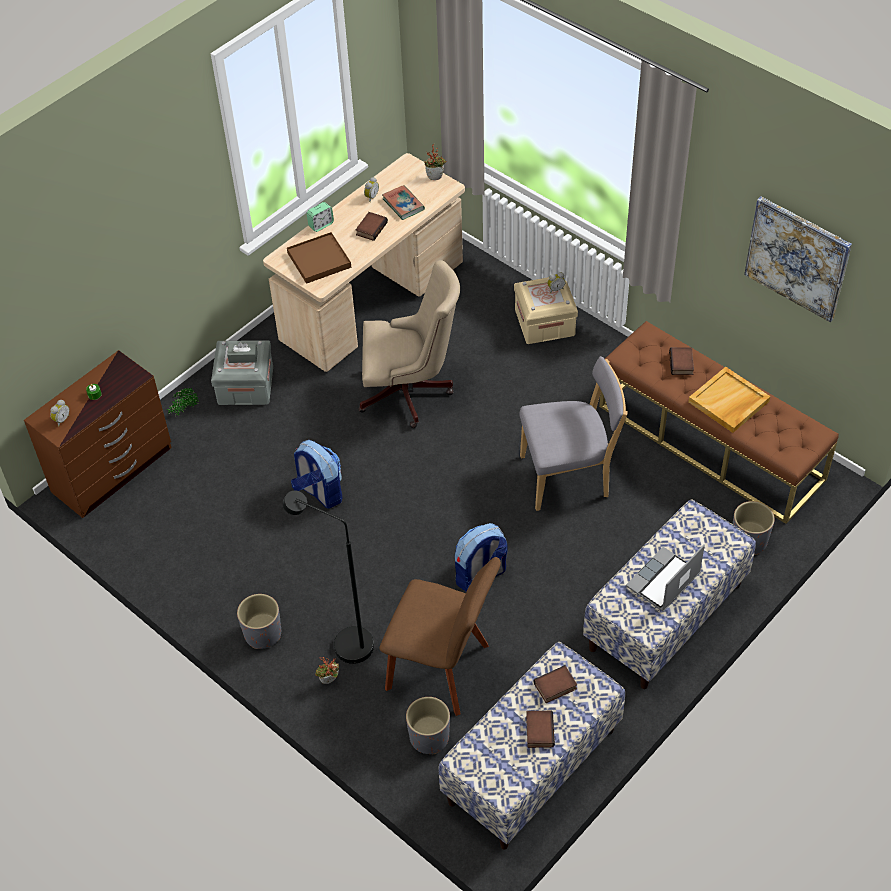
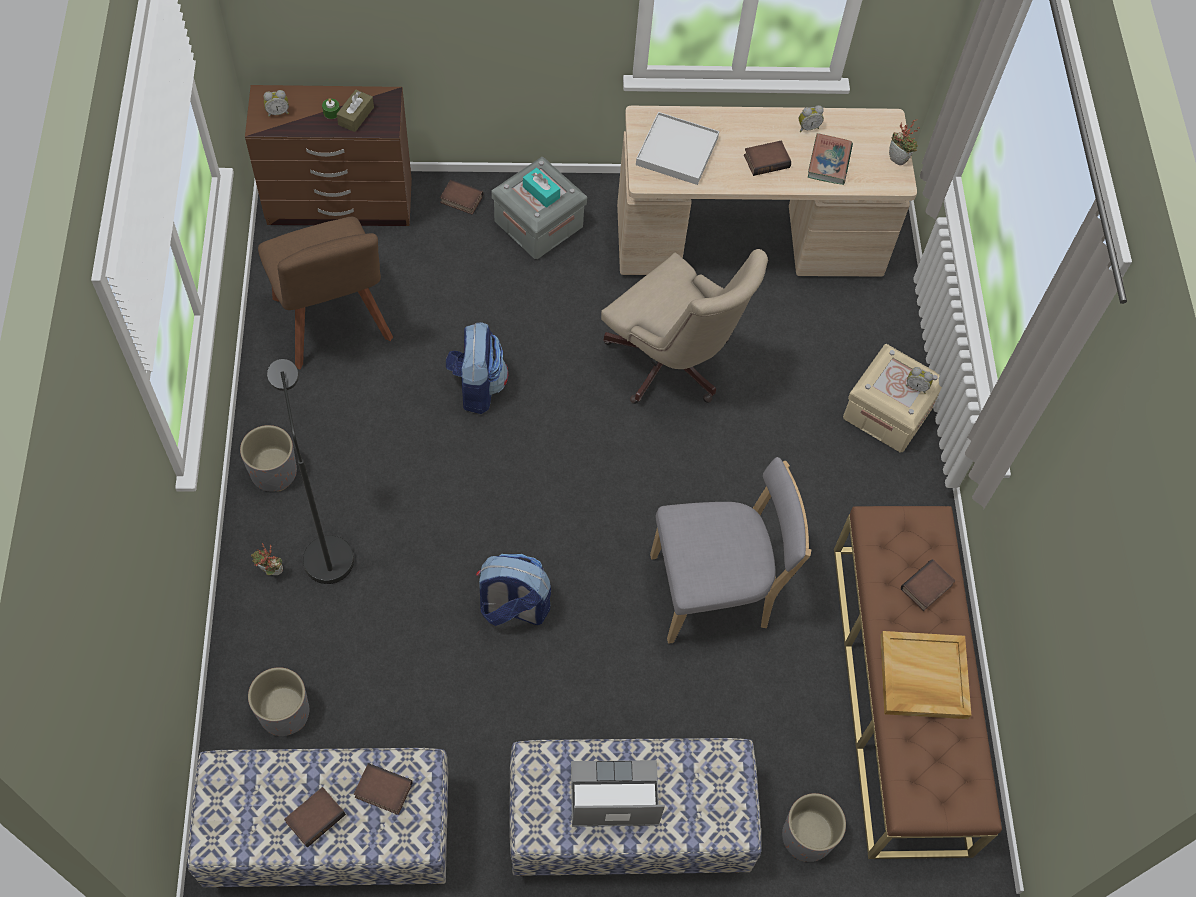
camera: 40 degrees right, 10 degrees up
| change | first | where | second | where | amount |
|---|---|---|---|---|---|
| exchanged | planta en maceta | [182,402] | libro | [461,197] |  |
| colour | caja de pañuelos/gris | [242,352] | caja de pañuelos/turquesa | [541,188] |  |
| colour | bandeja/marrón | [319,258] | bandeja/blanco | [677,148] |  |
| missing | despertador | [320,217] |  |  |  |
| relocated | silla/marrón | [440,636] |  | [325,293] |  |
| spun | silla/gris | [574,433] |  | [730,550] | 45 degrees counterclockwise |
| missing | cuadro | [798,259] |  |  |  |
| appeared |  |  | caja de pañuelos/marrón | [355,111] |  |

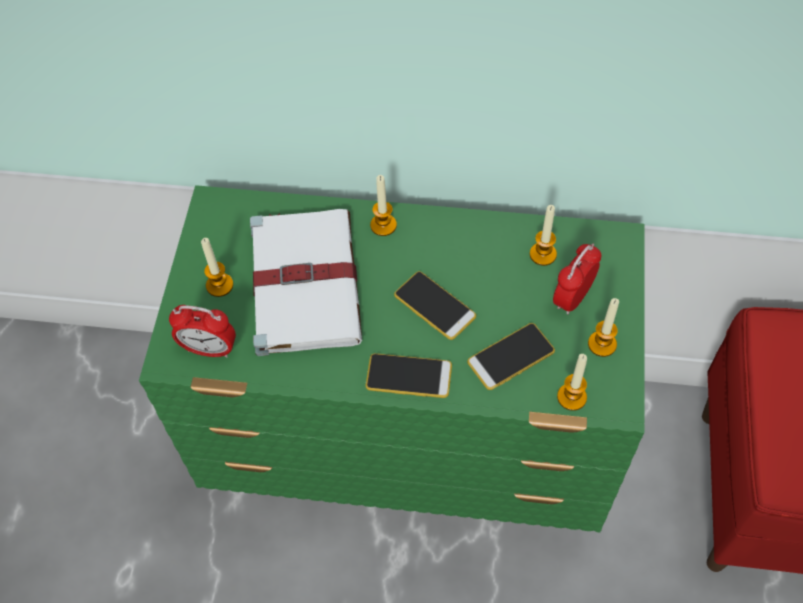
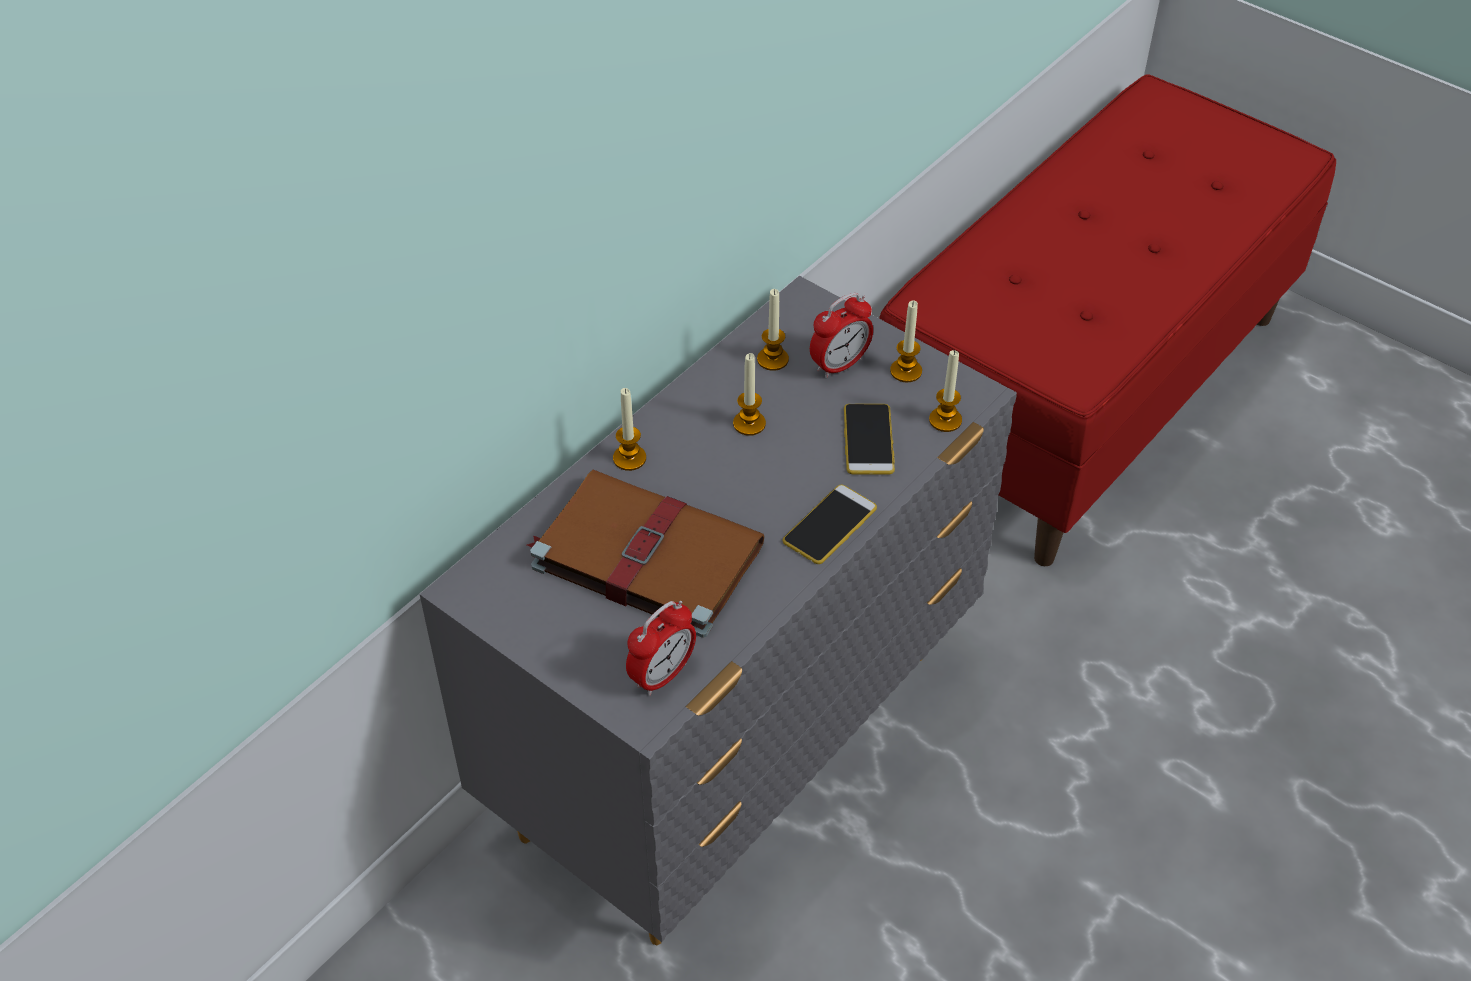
camera: 60 degrees left, 10 degrees down
| change | first | where | second | where | amount |
|---|---|---|---|---|---|
| colour | cómoda/verde | [392,359] | cómoda/gris | [718,610] |  |
| relocated | vela | [217,267] |  | [749,394] |  |
| colour | libro/blanco | [306,282] | libro/marrón | [646,554] |  |
| missing | móvil | [435,305] |  |  |  |
| spun | despertador | [577,279] |  | [841,335] | 105 degrees counterclockwise |

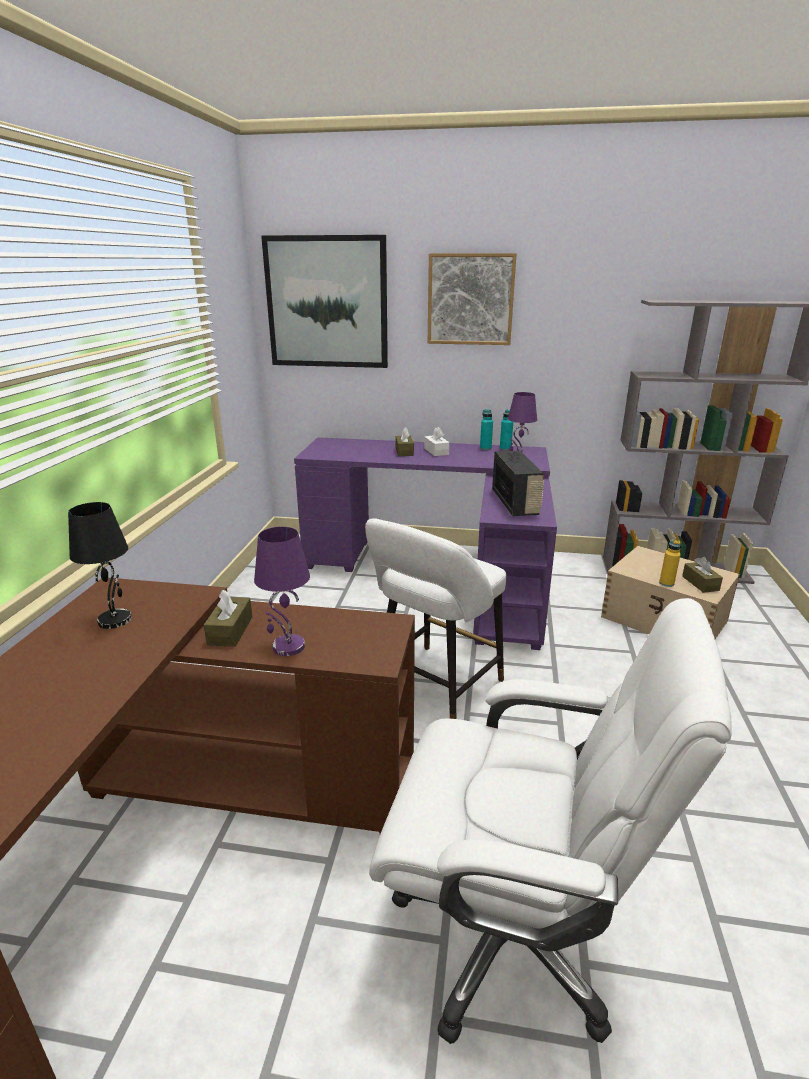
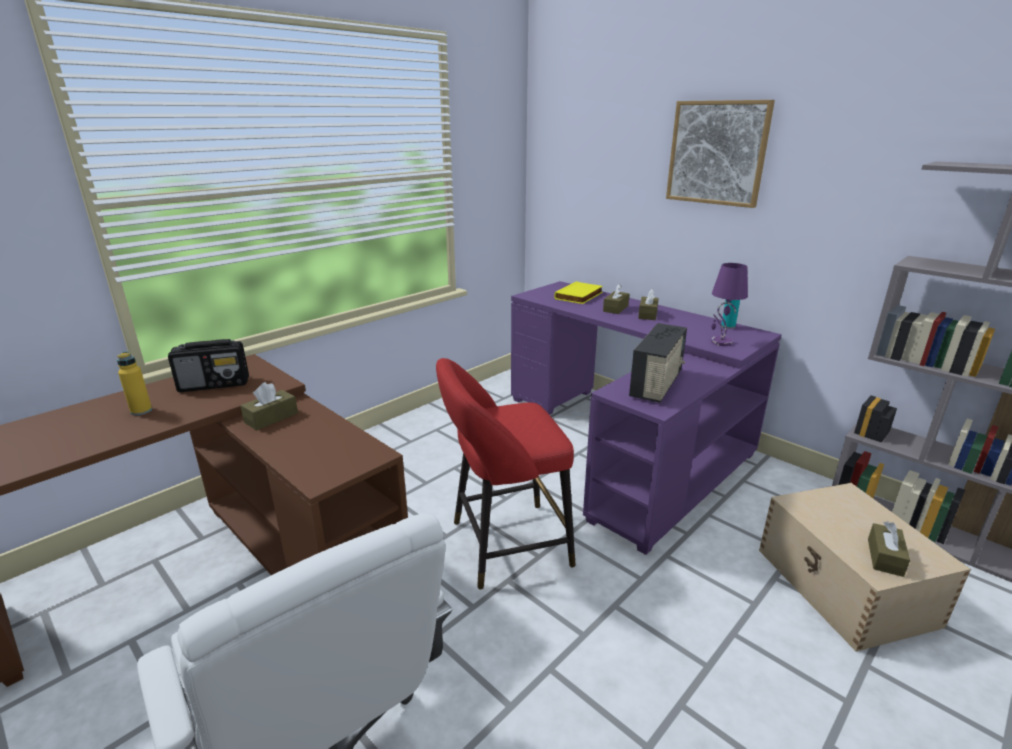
camera: 35 degrees right, 0 degrees up
| change | first | where | second | where | amount |
|---|---|---|---|---|---|
| exchanged | lámpara de mesa/negro | [100,565] | radio | [208,365] |  |
| missing | lámpara de mesa/morado | [282,591] |  |  |  |
| missing | cuadro | [324,301] |  |  |  |
| colour | taburete/blanco | [435,618] | taburete/rojo | [506,474] |  |
| colour | caja de pañuelos/blanco | [437,441] | caja de pañuelos/marrón | [648,304] |  |
| missing | botella/turquesa | [486,429] |  |  |  |
| relocated | botella/amarillo | [670,563] |  | [134,383] |  |
| appeared |  |  | libro/amarillo | [578,292] |  |

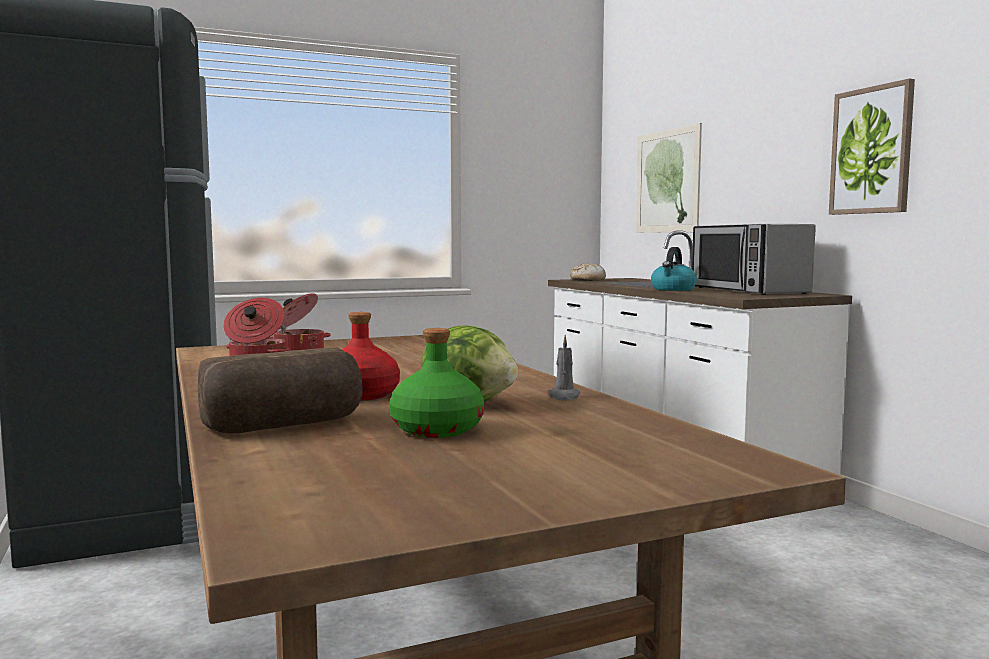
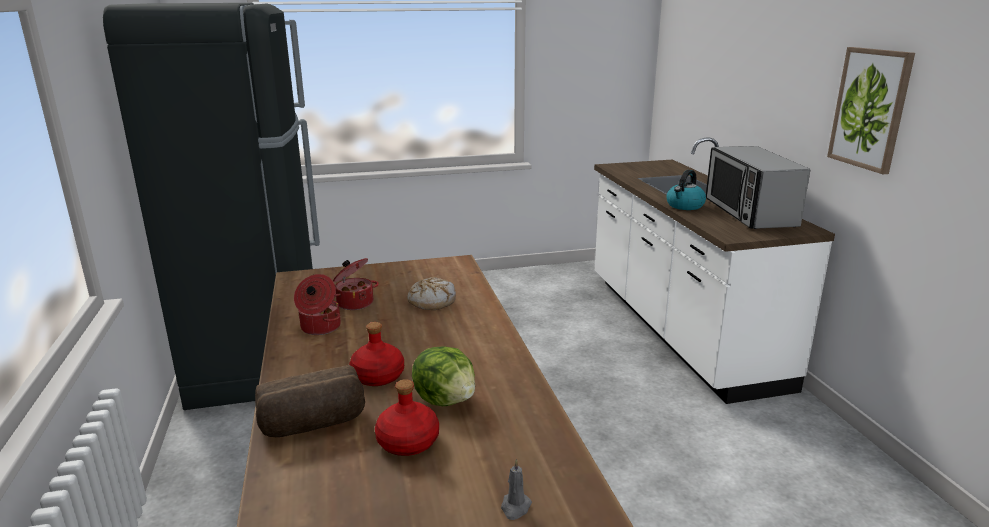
camera: 10 degrees right, 15 degrees up
| change | first | where | second | where | amount |
|---|---|---|---|---|---|
| colour | botella/verde | [436,383] | botella/rojo | [407,417] |  |
| relocated | vela/gris | [565,368] |  | [516,489] |  |
| relocated | pan | [588,272] |  | [431,293] |  |
| missing | cuadro | [669,178] |  |  |  |

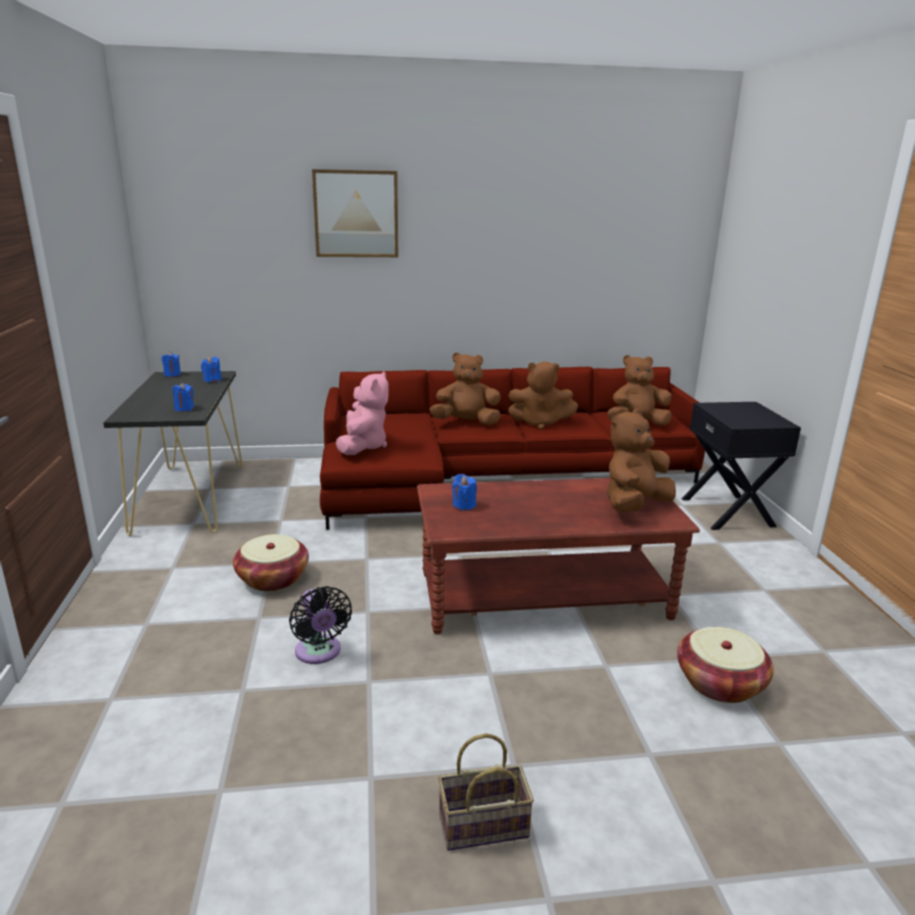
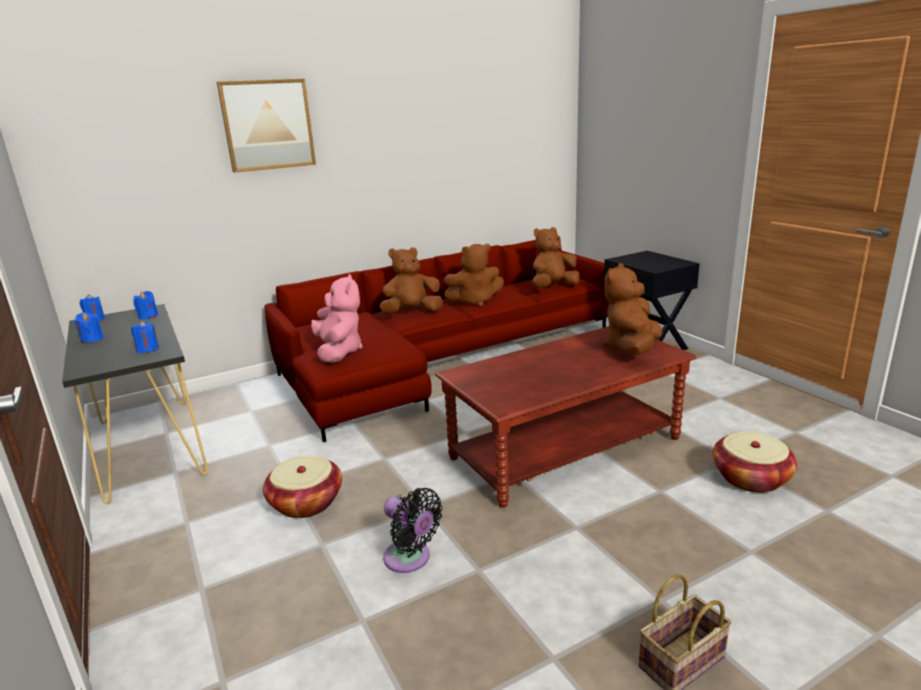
camera: 20 degrees left, 0 degrees up
| change | first | where | second | where | amount |
|---|---|---|---|---|---|
| relocated | vela/azul | [464,492] |  | [89,327] |  |

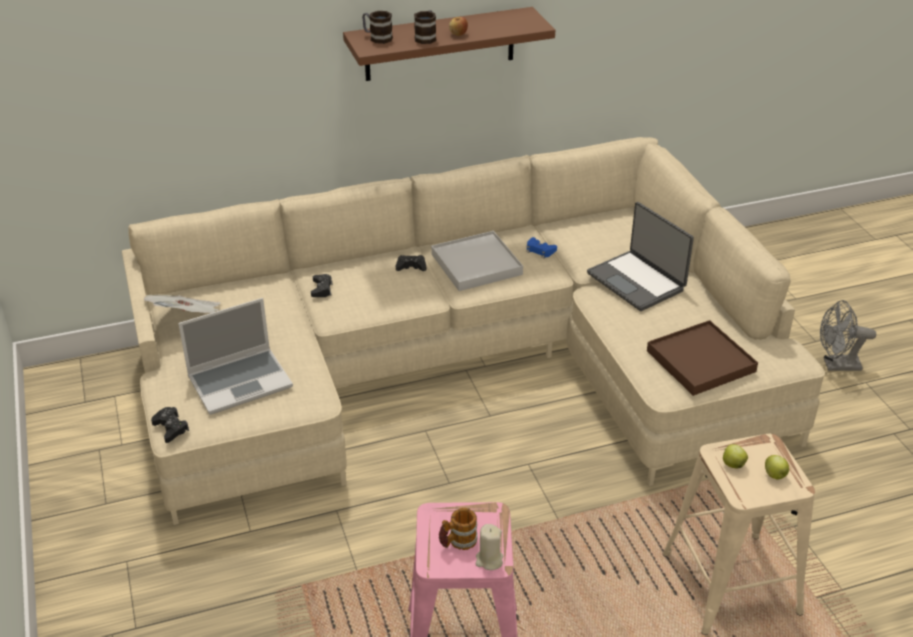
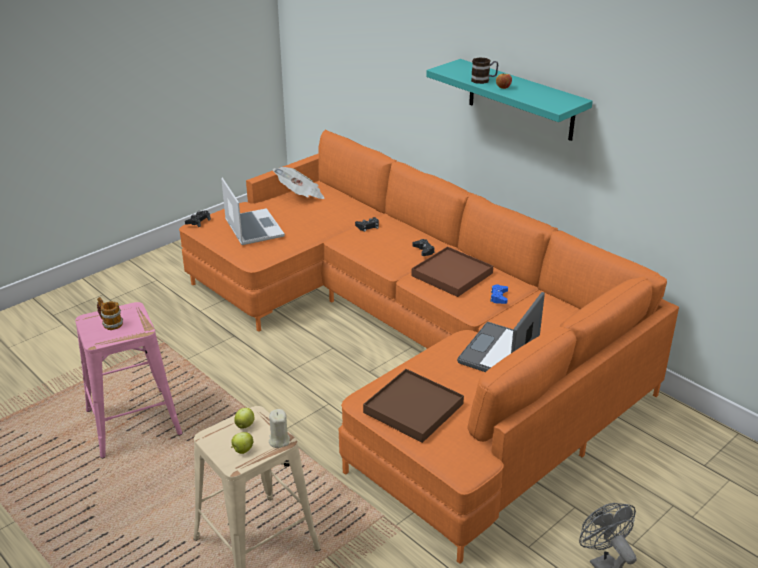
camera: 65 degrees right, 5 degrees down
| change | first | where | second | where | amount |
|---|---|---|---|---|---|
| colour | sofá/beis | [473,331] | sofá/naranja | [429,347] |  |
| spun | portátil | [235,356] |  | [253,211] | 150 degrees counterclockwise |
| colour | estante/marrón | [449,44] | estante/turquesa | [509,100] |  |
| missing | taza grande | [377,27] |  |  |  |
| colour | bandeja/blanco | [477,261] | bandeja/marrón | [452,271] |  |
| relocated | vela/beis | [489,547] |  | [279,428] |  |

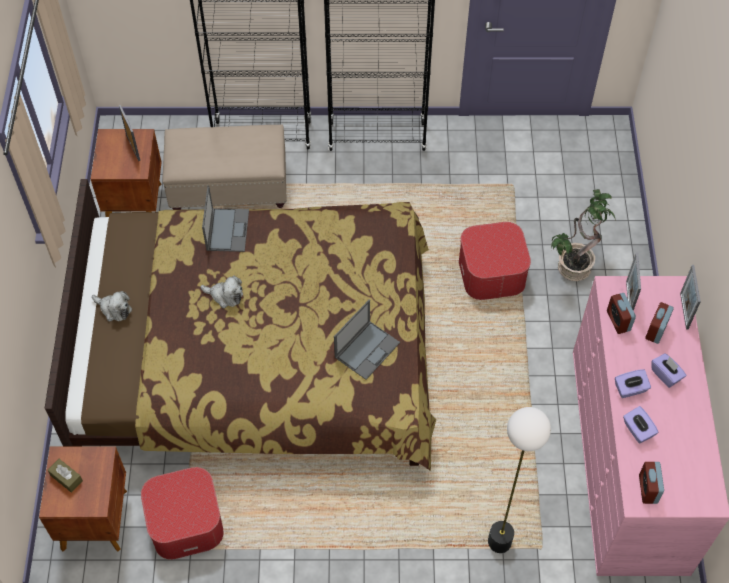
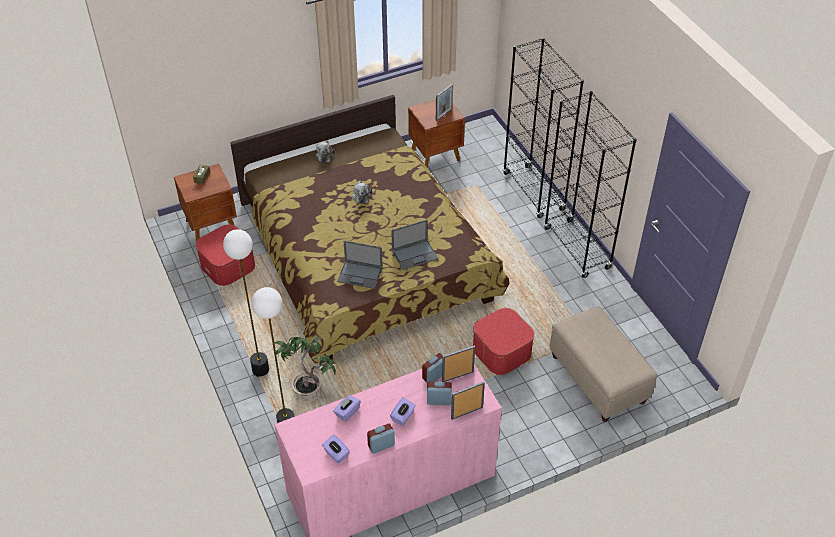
camera: 65 degrees right, 10 degrees down
| change | first | where | second | where | amount |
|---|---|---|---|---|---|
| relocated | puf/beis | [224,167] |  | [604,364] |  |
| relocated | portátil | [225,218] |  | [414,245] |  |
| relocated | planta en maceta | [583,235] |  | [305,370] |  |
| relocated | caja de pañuelos/morado | [633,383] |  | [336,449] |  |
| relocated | despertador | [651,483] |  | [381,439] |  |
| appeared |  |  | lámpara de pie | [246,303] |  |

